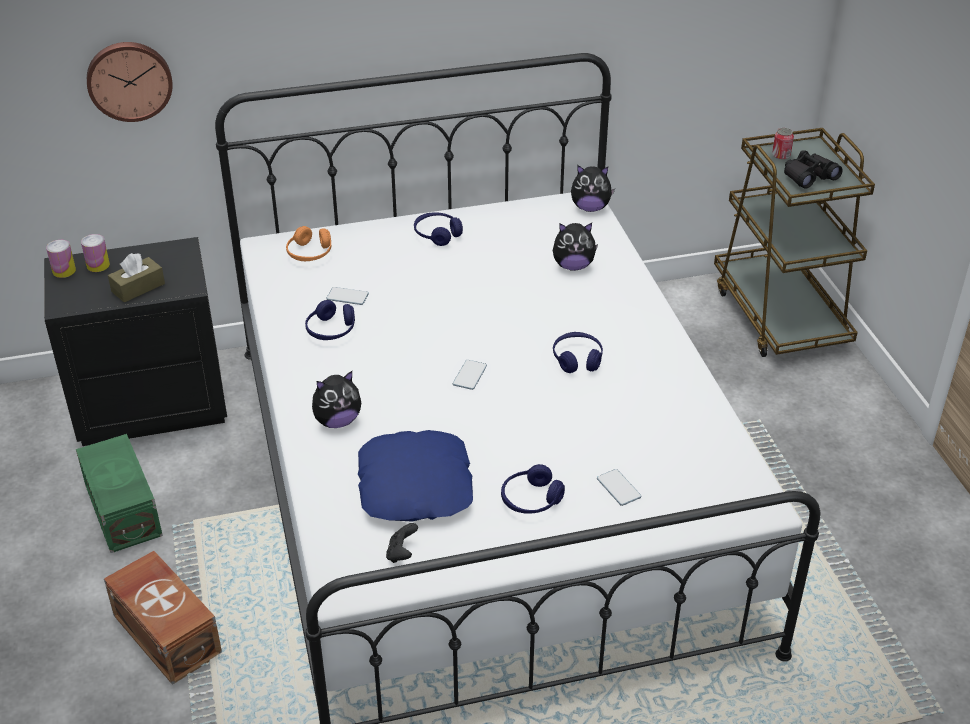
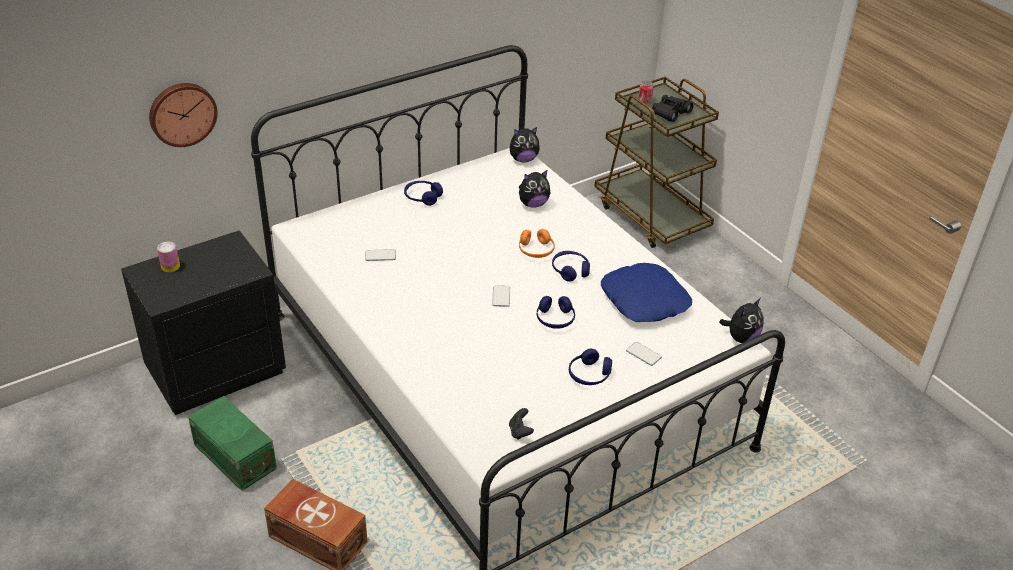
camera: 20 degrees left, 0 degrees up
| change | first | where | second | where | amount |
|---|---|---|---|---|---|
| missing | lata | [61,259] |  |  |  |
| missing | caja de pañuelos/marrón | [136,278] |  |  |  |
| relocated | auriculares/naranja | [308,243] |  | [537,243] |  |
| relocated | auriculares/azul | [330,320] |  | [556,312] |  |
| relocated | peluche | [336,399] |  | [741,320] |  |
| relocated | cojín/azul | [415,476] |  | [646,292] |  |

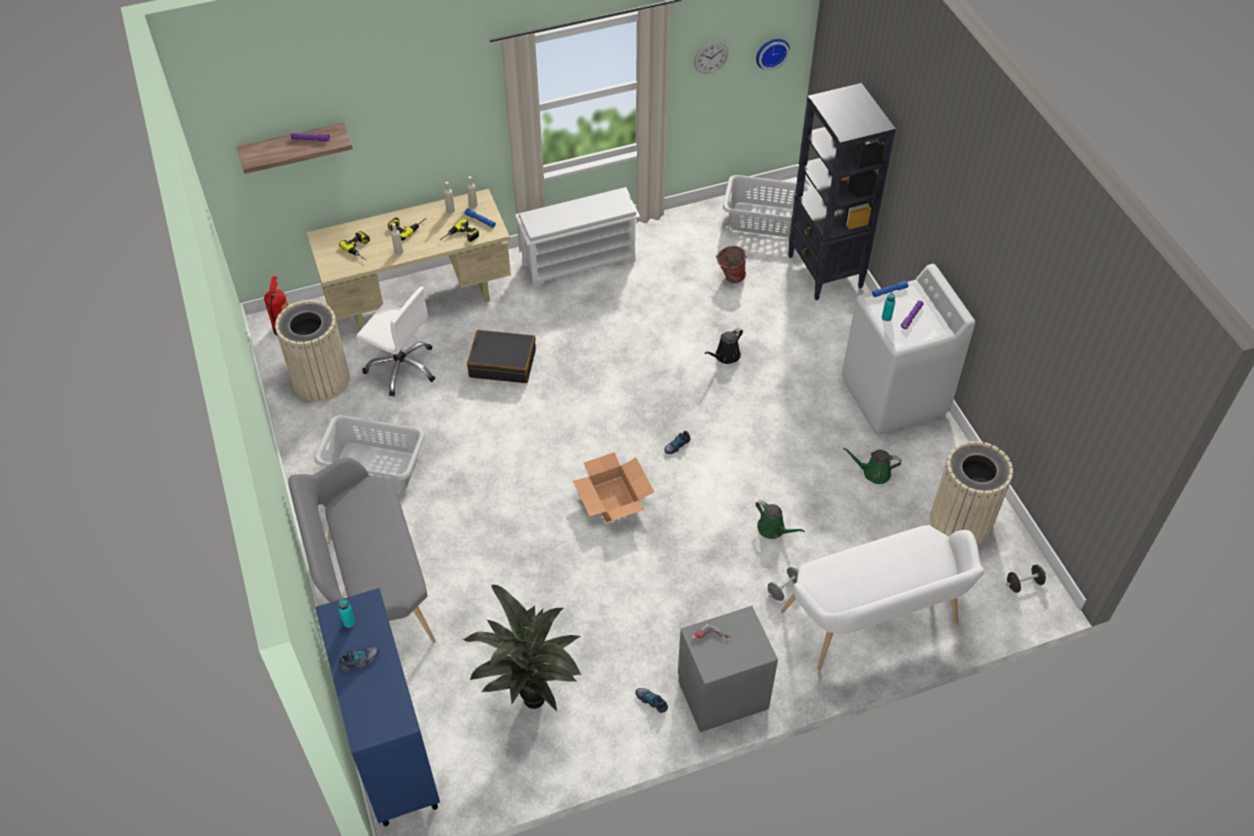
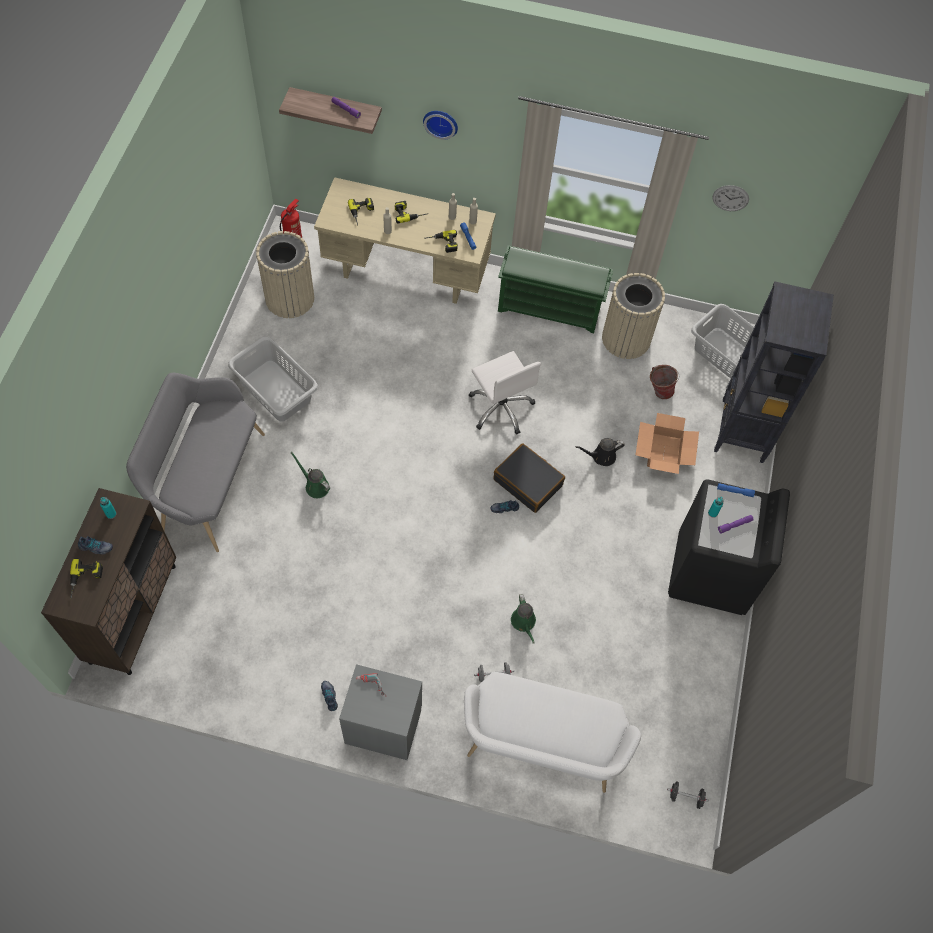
camera: 30 degrees right, 10 degrees up
| change | first | where | second | where | amount |
|---|---|---|---|---|---|
| colour | armario/azul | [377,707] | armario/marrón | [108,581] |  |
| relocated | silla de oficina/blanco | [395,342] |  | [505,392] |  |
| missing | planta en maceta | [522,648] |  |  |  |
| relocated | maleta/negro | [501,356] |  | [529,478] |  |
| colour | zapatero/blanco | [577,237] | zapatero/verde | [555,289] |  |
| relocated | caja de cartón | [613,487] |  | [667,443] |  |
| relocated | reloj de pared | [773,54] |  | [440,125] |  |
| colour | lavadora/blanco | [908,349] | lavadora/negro | [729,547] |  |
| relocated | regadera/verde | [872,466] |  | [310,475] |  |
| relocated | papelera/beis | [971,493] |  | [633,316] |  |
| appeared |  |  | taladro | [86,578] |  |

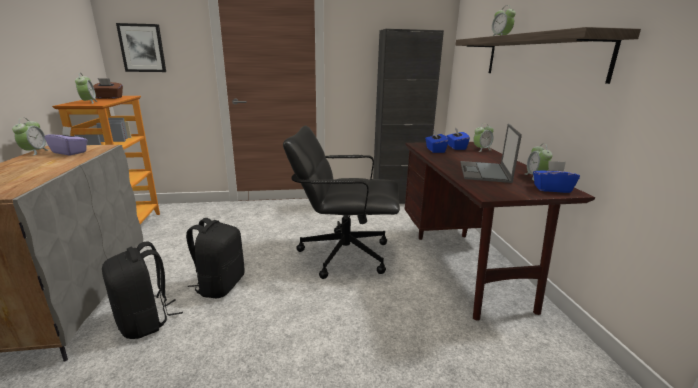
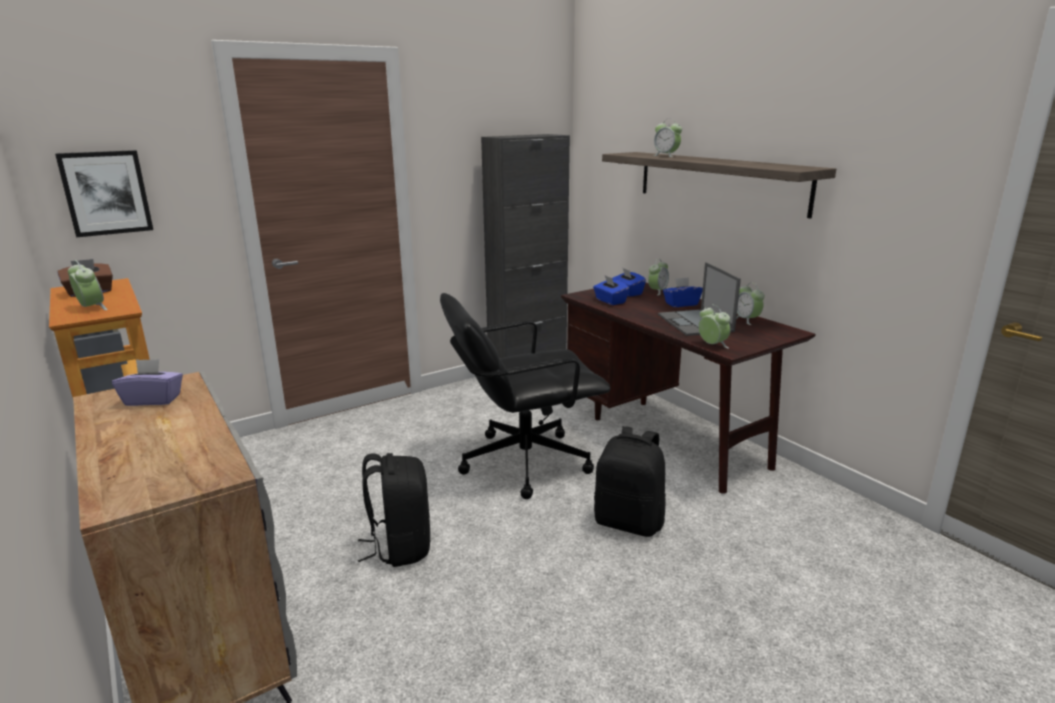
camera: 25 degrees left, 0 degrees up
| change | first | where | second | where | amount |
|---|---|---|---|---|---|
| relocated | despertador | [31,136] |  | [714,327] |  |
| relocated | mochila/negro | [142,290] |  | [630,481] |  |
| relocated | caja de pañuelos/azul | [556,177] |  | [683,292] |  |

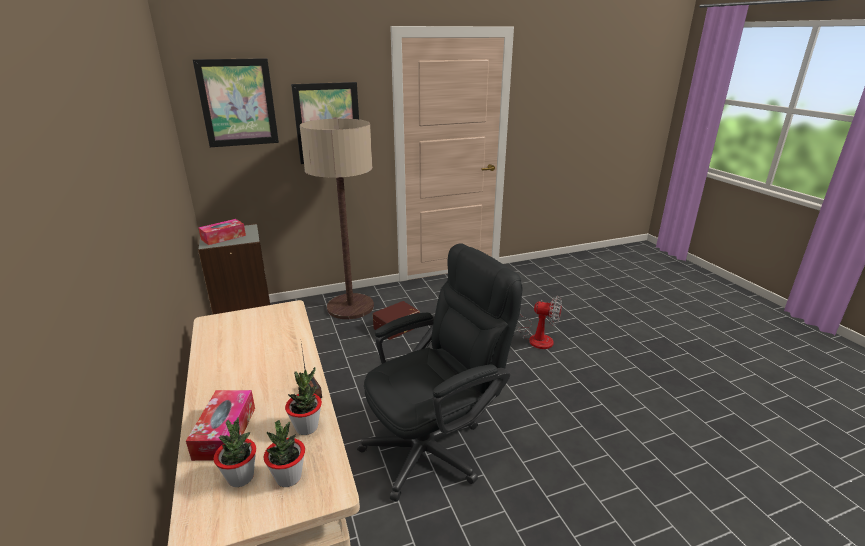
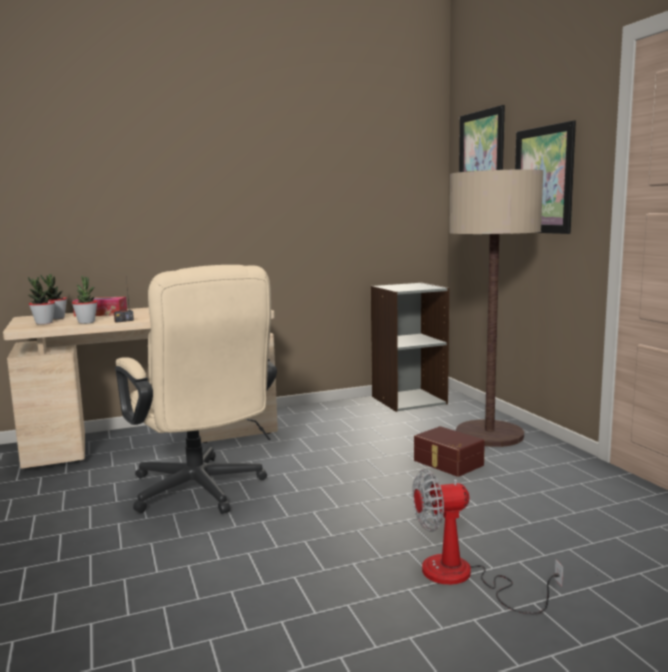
camera: 90 degrees right, 15 degrees down
| change | first | where | second | where | amount |
|---|---|---|---|---|---|
| missing | caja de pañuelos | [222,232] |  |  |  |
| colour | silla de oficina/negro | [440,372] | silla de oficina/beis | [196,389] |  |
| spun | ventilador | [540,322] |  | [487,542] | 60 degrees clockwise |

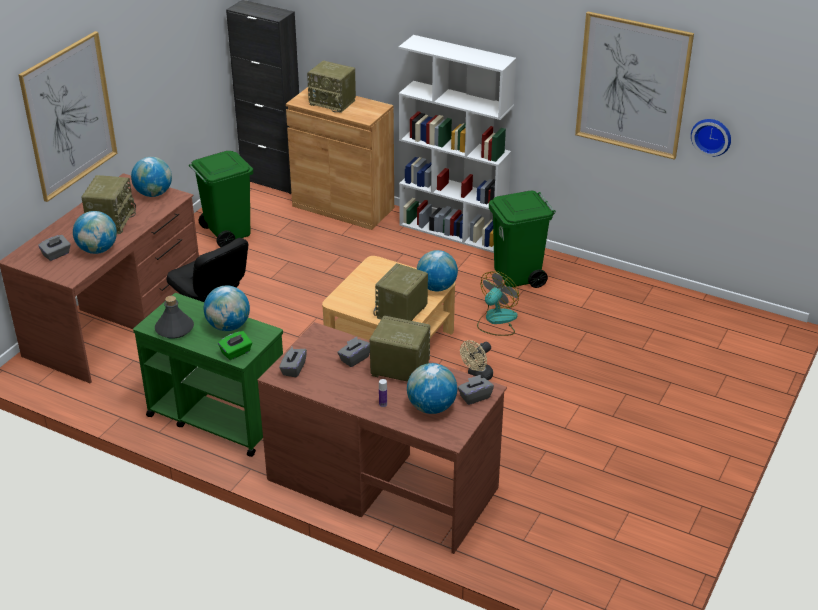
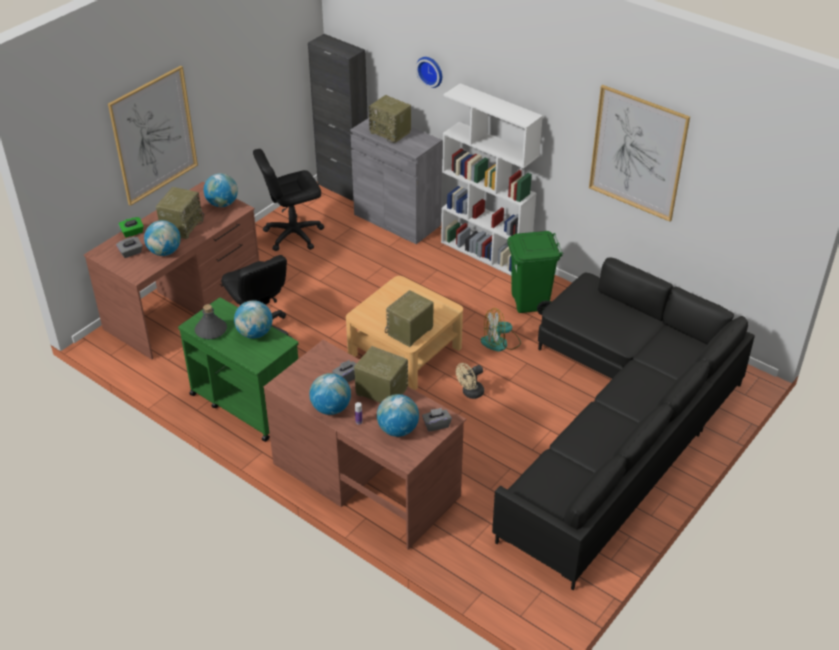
camera: 10 degrees right, 5 degrees up
| change | first | where | second | where | amount |
|---|---|---|---|---|---|
| exchanged | papelera/verde | [221,199] | silla de oficina/negro | [288,200] |  |
| relocated | caja de pañuelos/verde | [235,345] |  | [131,227] |  |
| missing | caja de pañuelos/gris | [293,362] |  |  |  |
| colour | armario/marrón | [340,158] | armario/gris | [396,181] |  |
| relocated | globo terráqueo | [437,270] |  | [330,394] |  |
| spun | ventilador | [498,303] |  | [501,330] | 150 degrees counterclockwise |
| relocated | reloj de pared | [711,138] |  | [429,72] |  |
| appeared |  |  | sofá/negro | [623,423] |  |

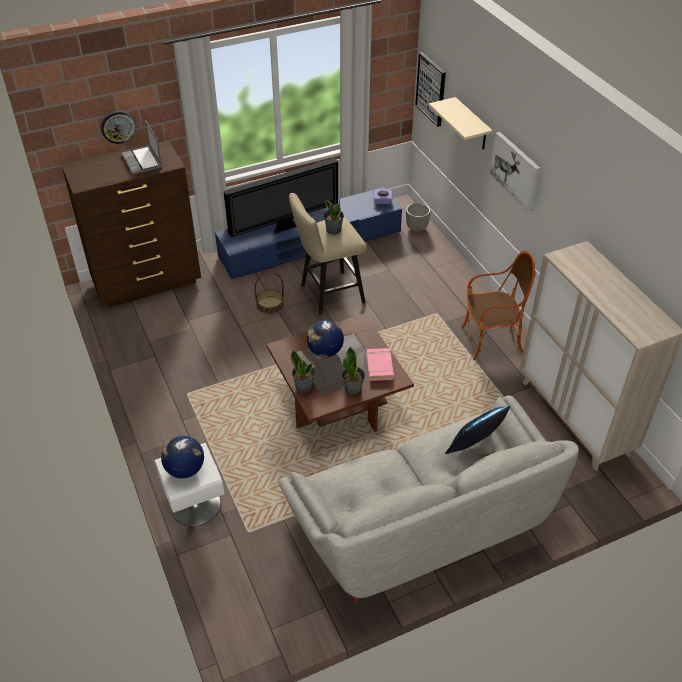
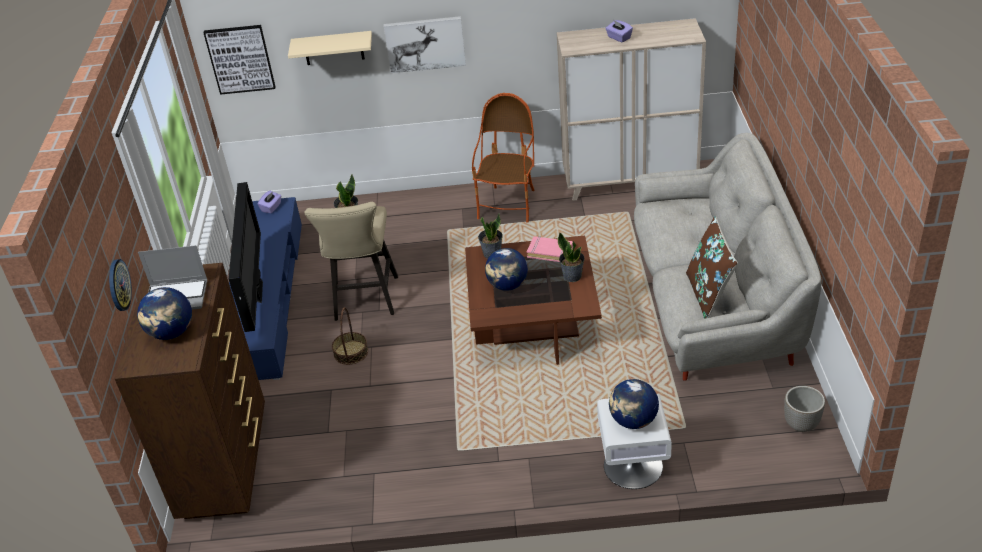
camera: 65 degrees left, 5 degrees down
| change | first | where | second | where | amount |
|---|---|---|---|---|---|
| relocated | planta en maceta | [302,371] |  | [490,236] |  |
| relocated | maceta | [418,218] |  | [804,409] |  |
| missing | cojín/azul | [477,430] |  |  |  |
| appeared |  |  | globo terráqueo | [164,313] |  |
| appeared |  |  | caja de pañuelos/morado | [619,31] |  |
| appeared |  |  | cojín/marrón | [712,267] |  |

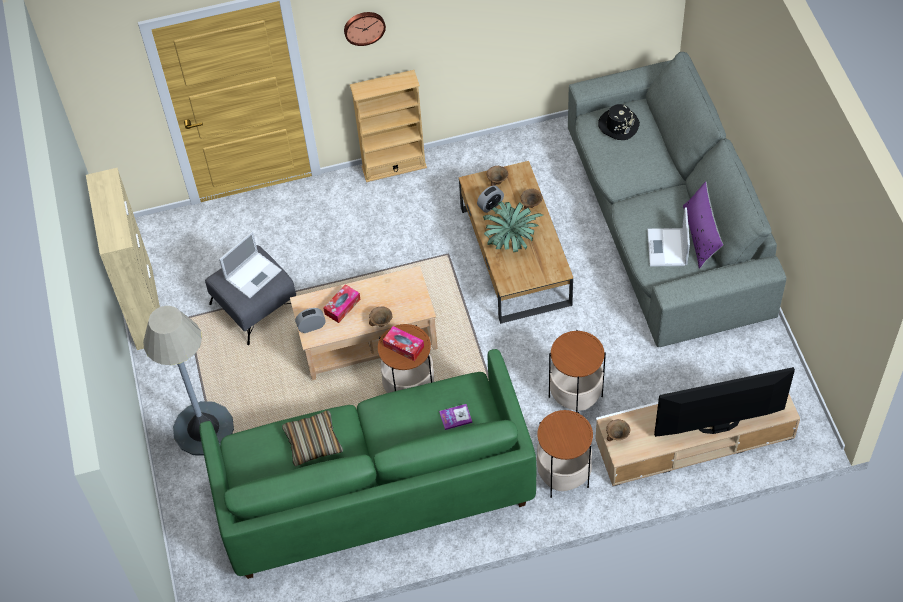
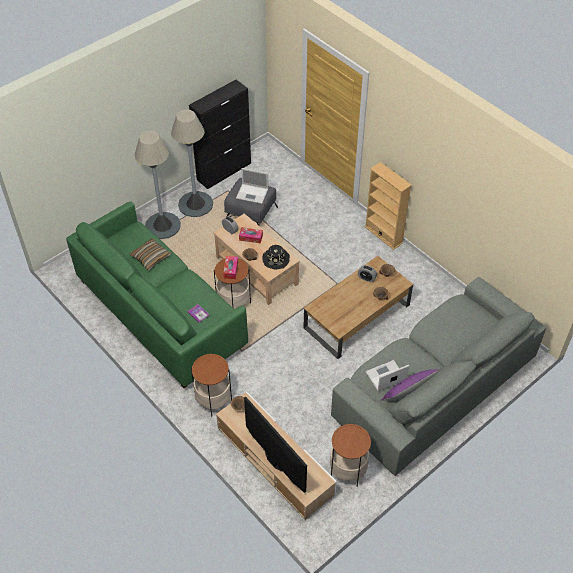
camera: 60 degrees right, 5 degrees down
| change | first | where | second | where | amount |
|---|---|---|---|---|---|
| colour | armario/beis | [123,259] | armario/negro | [220,134] |  |
| missing | reloj de pared | [365,29] |  |  |  |
| missing | planta en maceta | [513,226] |  |  |  |
| relocated | mesa auxiliar | [577,371] |  | [350,455] |  |
| relocated | sombrero/negro | [619,122] |  | [276,257] |  |
| appeared |  |  | lámpara de pie/gris | [192,163] |  |

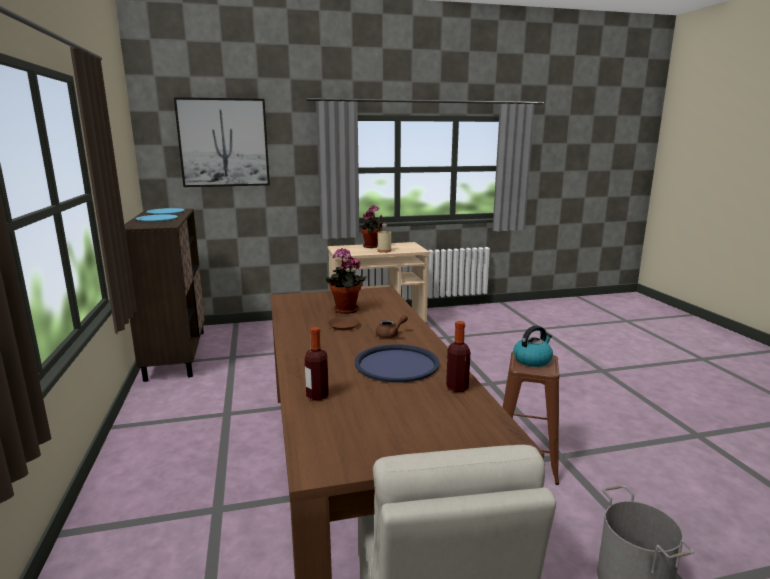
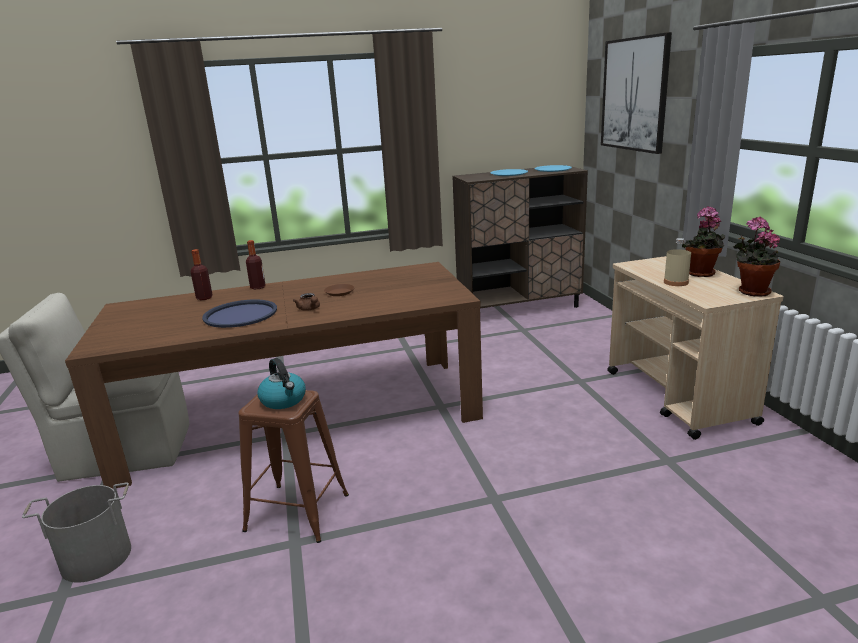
camera: 90 degrees right, 5 degrees up
| change | first | where | second | where | amount |
|---|---|---|---|---|---|
| relocated | planta en maceta | [346,281] |  | [756,257] |  |
| relocated | botella | [458,356] |  | [256,264] |  |

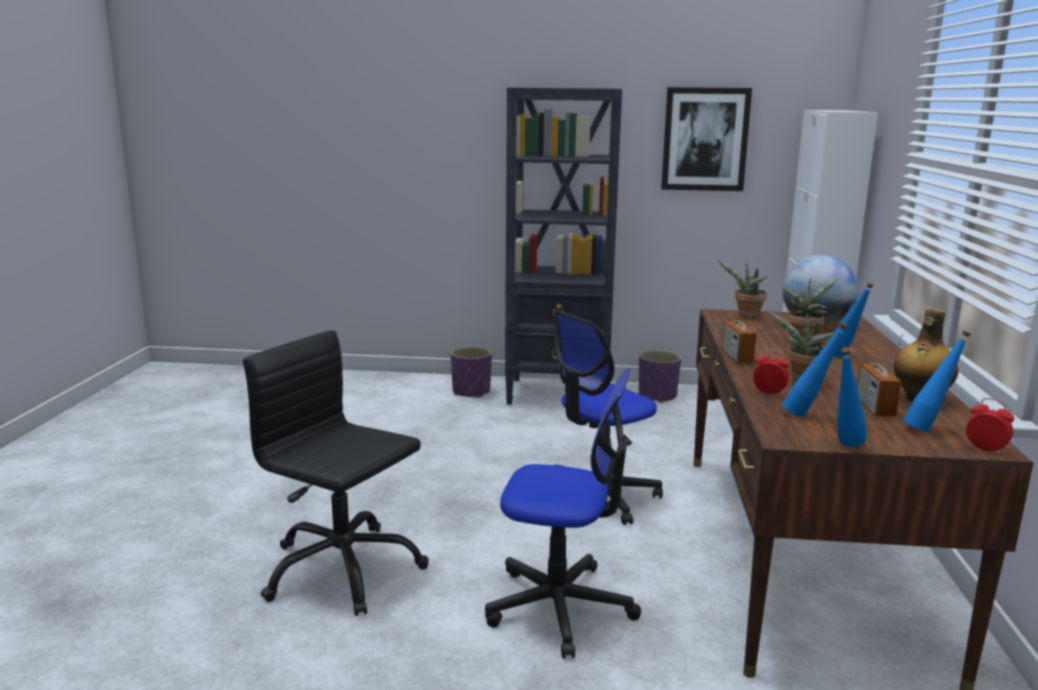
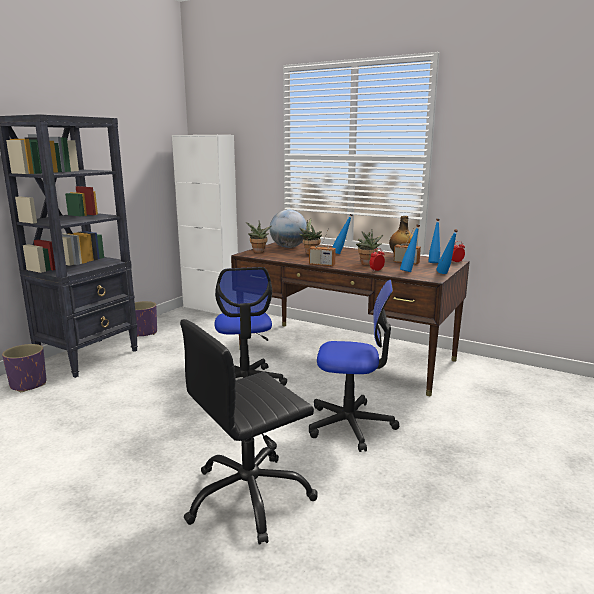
camera: 65 degrees left, 0 degrees up
| change | first | where | second | where | amount |
|---|---|---|---|---|---|
| spun | silla de oficina | [563,513] |  | [354,366] | 60 degrees clockwise |
| missing | cuadro | [706,139] |  |  |  |

